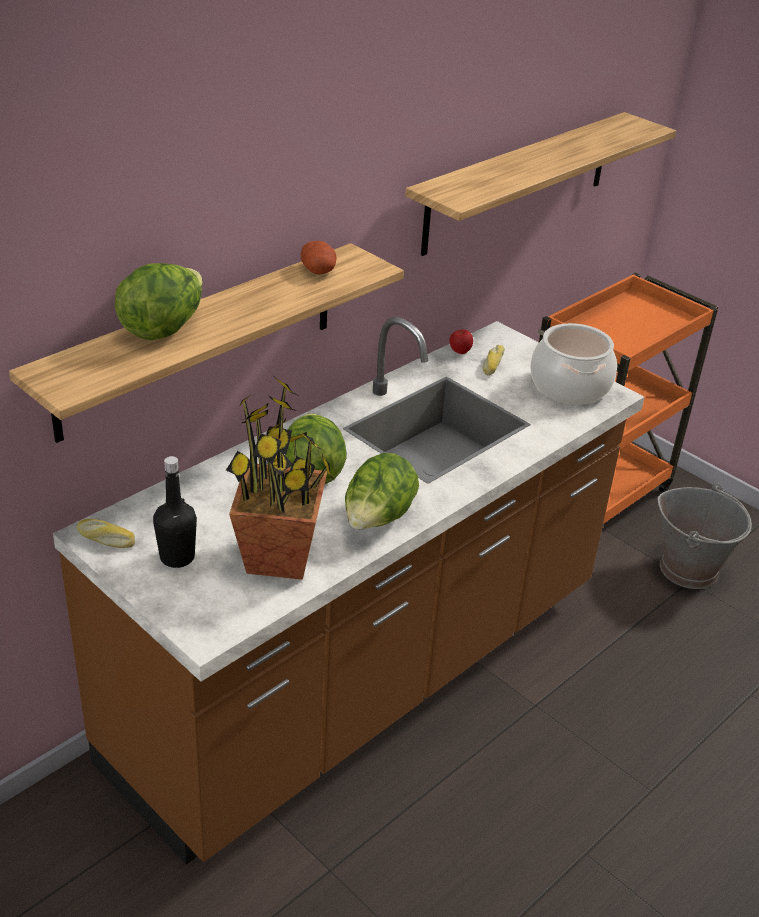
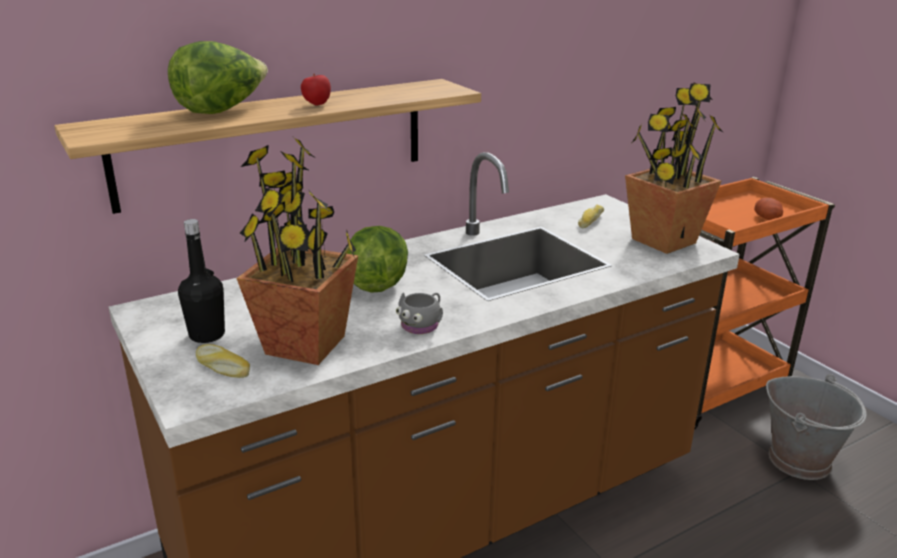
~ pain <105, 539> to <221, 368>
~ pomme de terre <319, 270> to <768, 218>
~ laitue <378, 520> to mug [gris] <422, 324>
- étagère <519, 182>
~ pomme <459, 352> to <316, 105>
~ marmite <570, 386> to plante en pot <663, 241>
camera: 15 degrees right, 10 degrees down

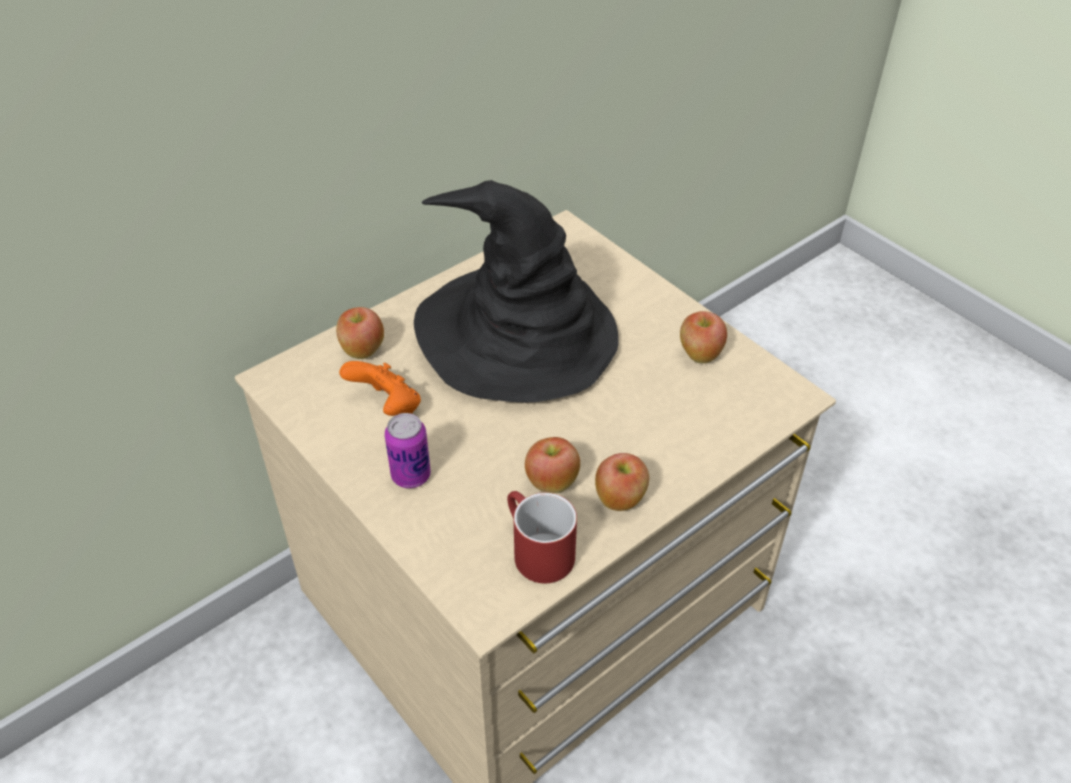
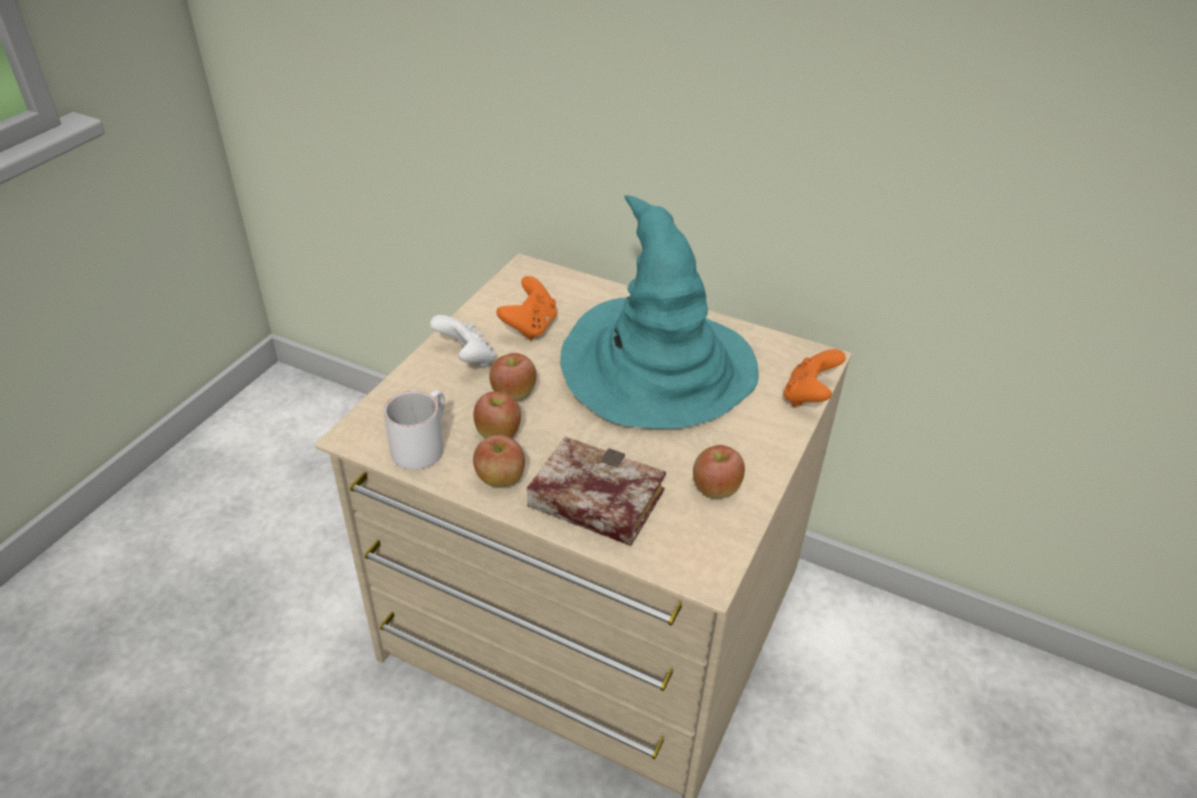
~ pomme <362, 350> to <513, 394>
~ boîte métallique <411, 475> to manette [blanc] <467, 359>
~ chapeau [noir] <517, 334> to chapeau [turquoise] <658, 369>
~ mug [rouge] <534, 551> to mug [blanc] <422, 444>
+ livre <590, 500>
+ manette [orange] <808, 396>
camera: 65 degrees right, 5 degrees down

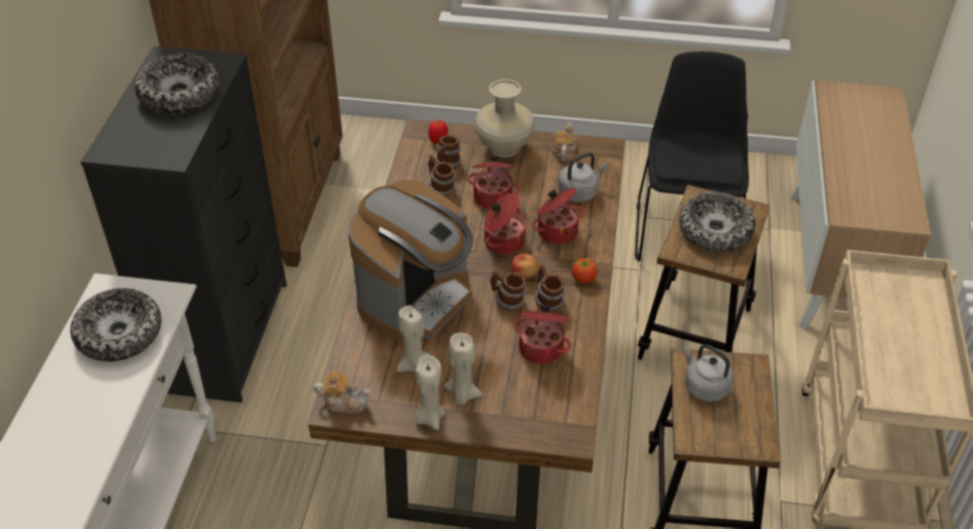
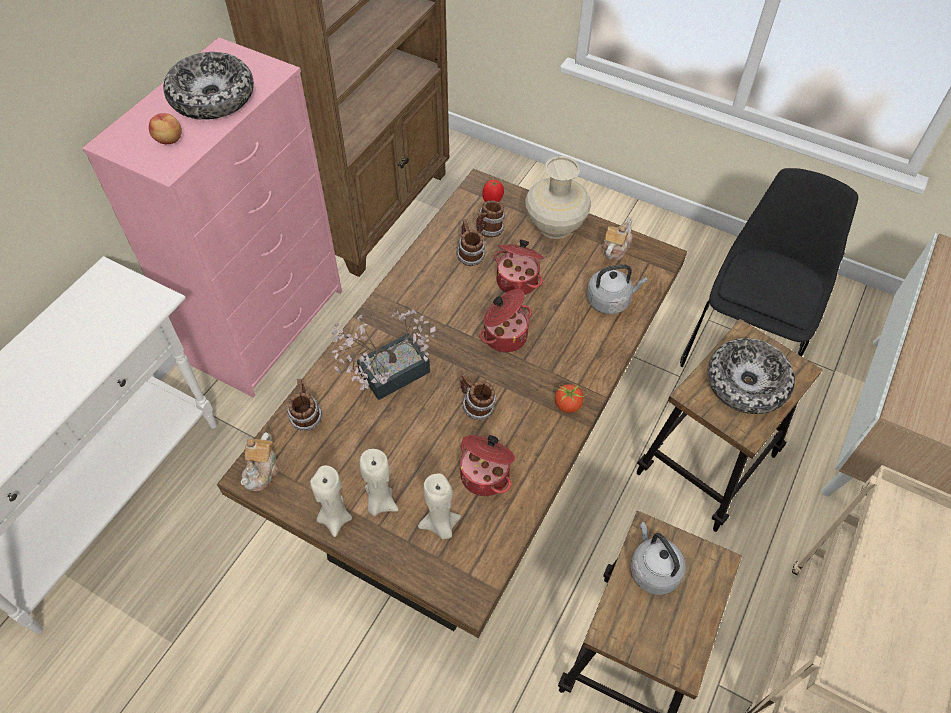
- bol <119, 334>
~ commode [noir] <225, 334> to commode [rose] <268, 325>
~ théière <344, 402> = <262, 471> 75 degrees clockwise
~ machine à café <416, 299> to plante en pot <386, 375>
~ bougie [beige] <414, 366> to <440, 526>
~ pomme <524, 276> to <169, 140>
- marmite <556, 231>
~ mug <547, 301> to <306, 417>
camera: 20 degrees right, 10 degrees up

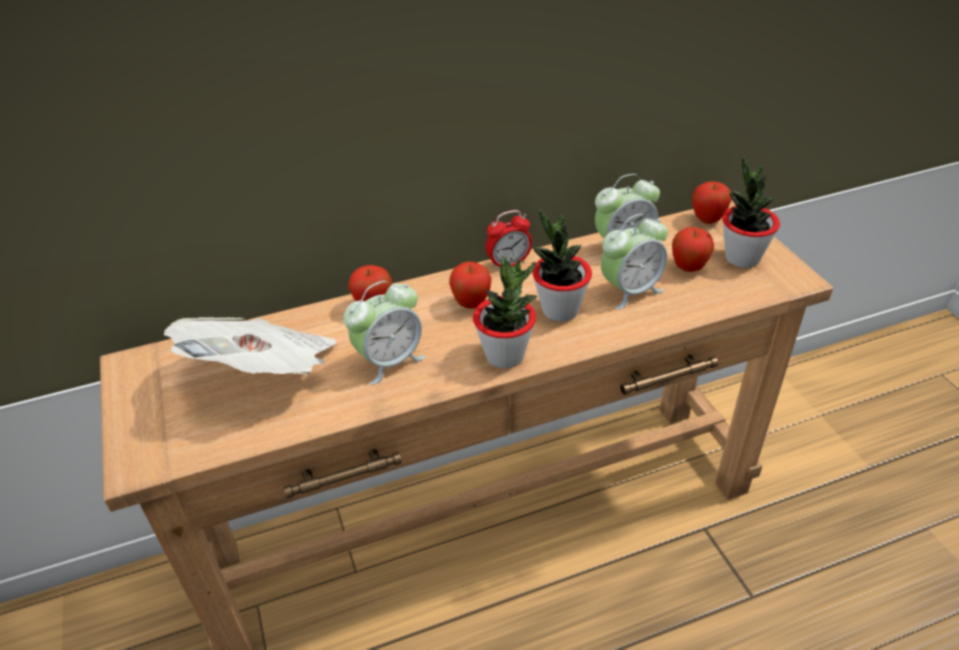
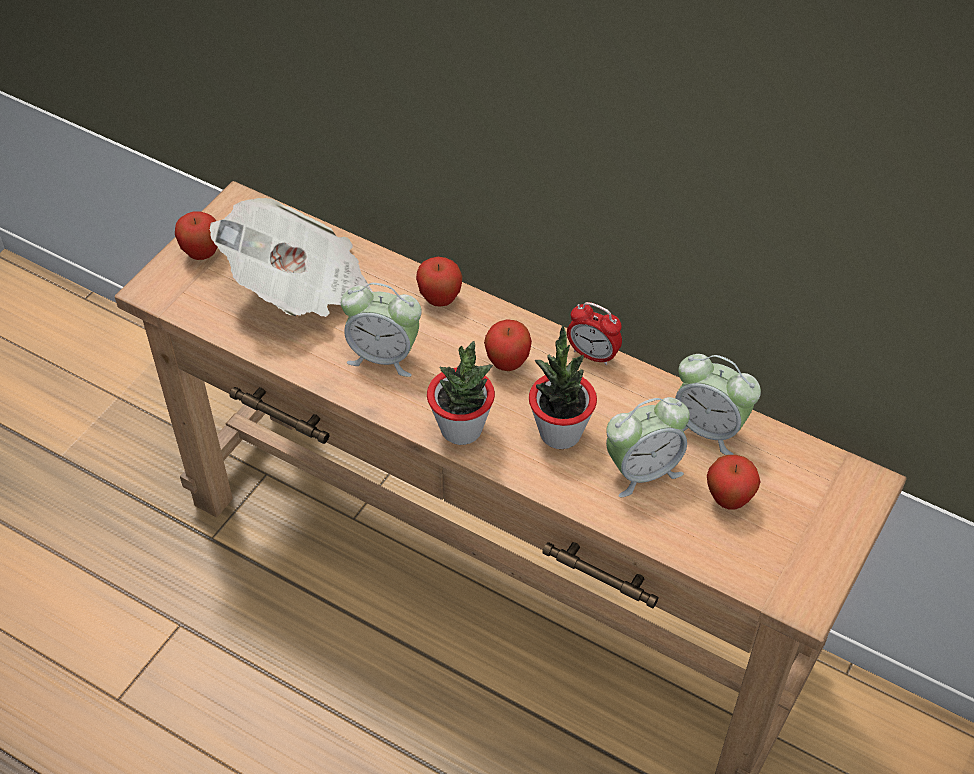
~ réveil <630, 291> = <642, 471> 45 degrees counterclockwise
~ pomme <707, 220> to <202, 253>
- plante en pot <741, 258>
camera: 50 degrees right, 10 degrees up

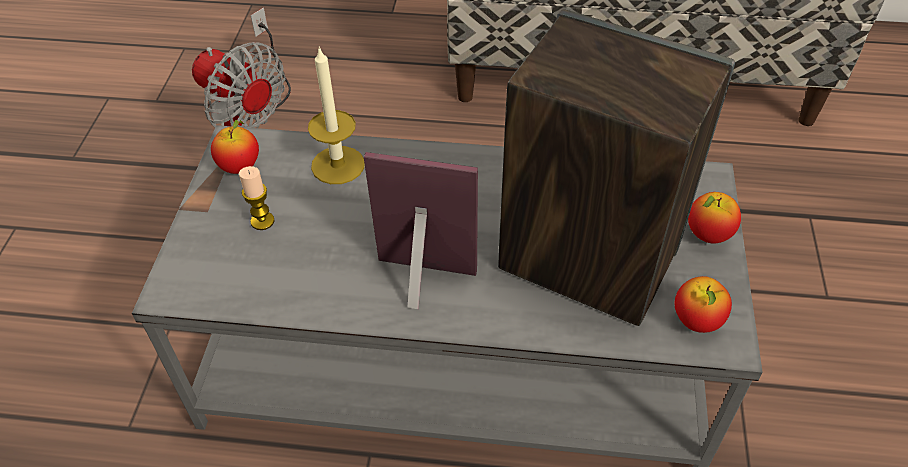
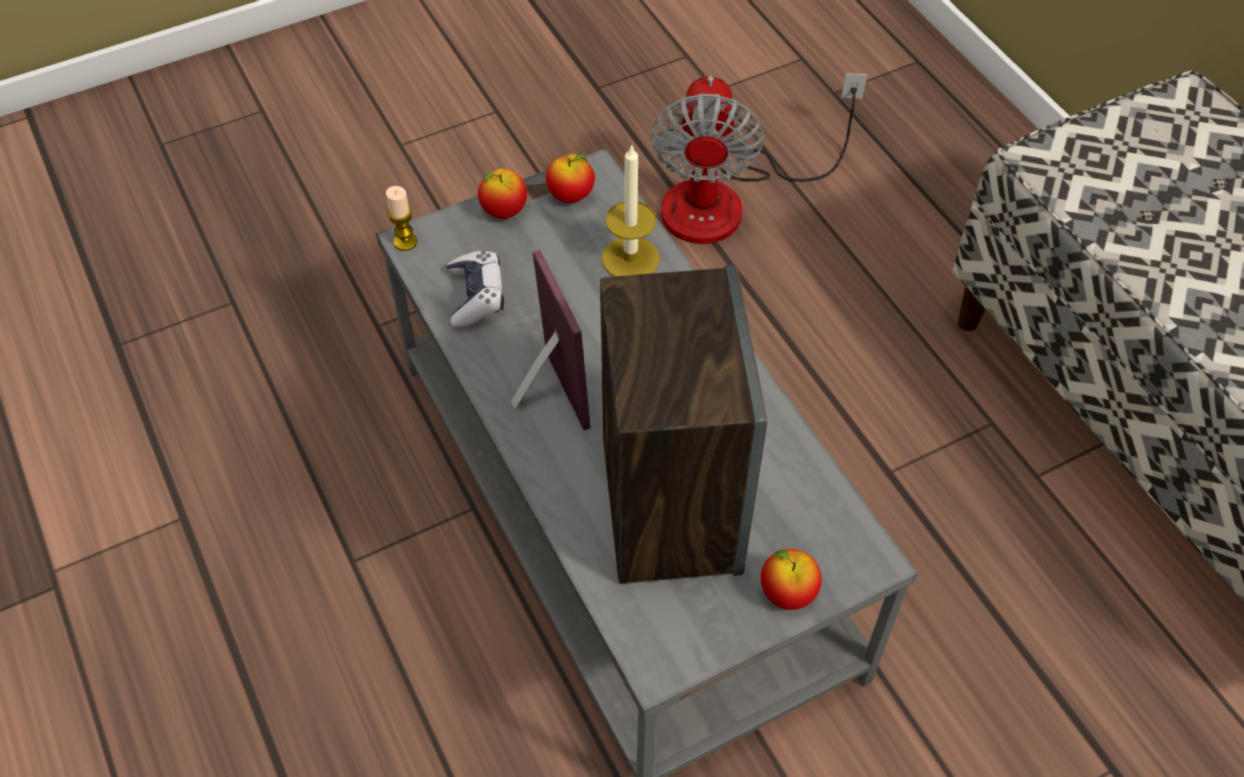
~ bougie <262, 221> to <405, 242>
~ pomme <696, 321> to <504, 211>
+ manette <476, 296>
camera: 55 degrees right, 5 degrees up

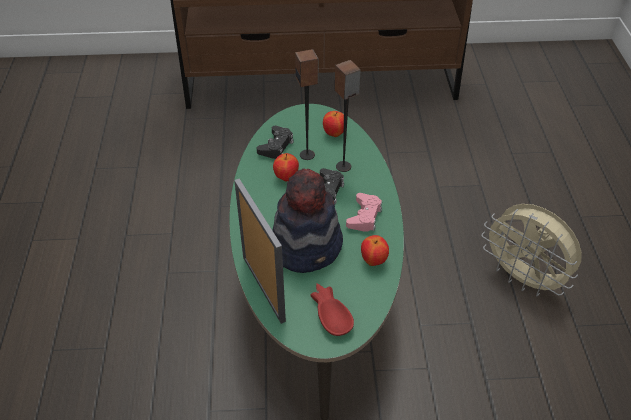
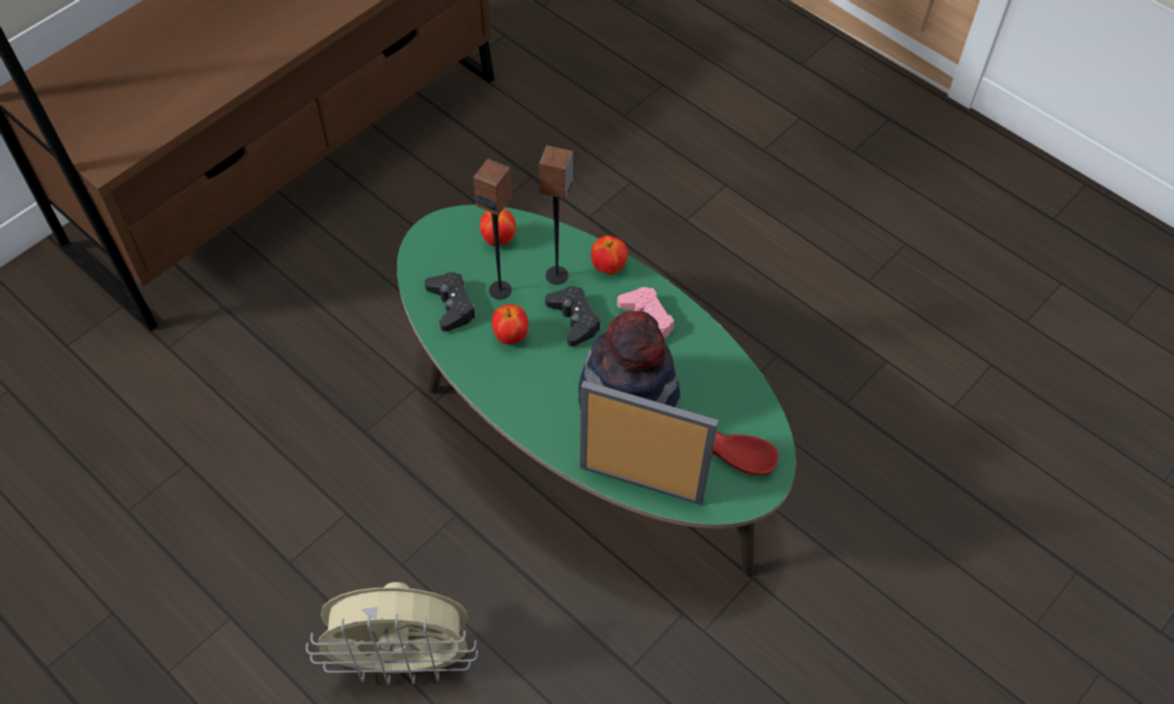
~ pomme <373, 261> to <608, 267>
~ ventilateur [beige] <523, 279> to <403, 660>
camera: 45 degrees left, 10 degrees up

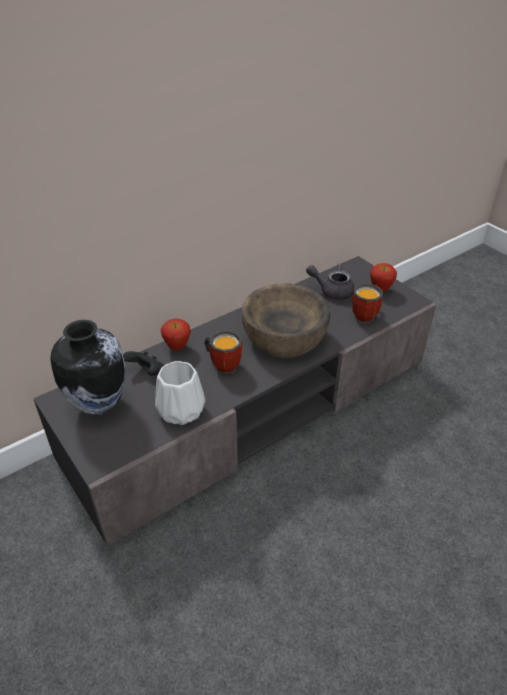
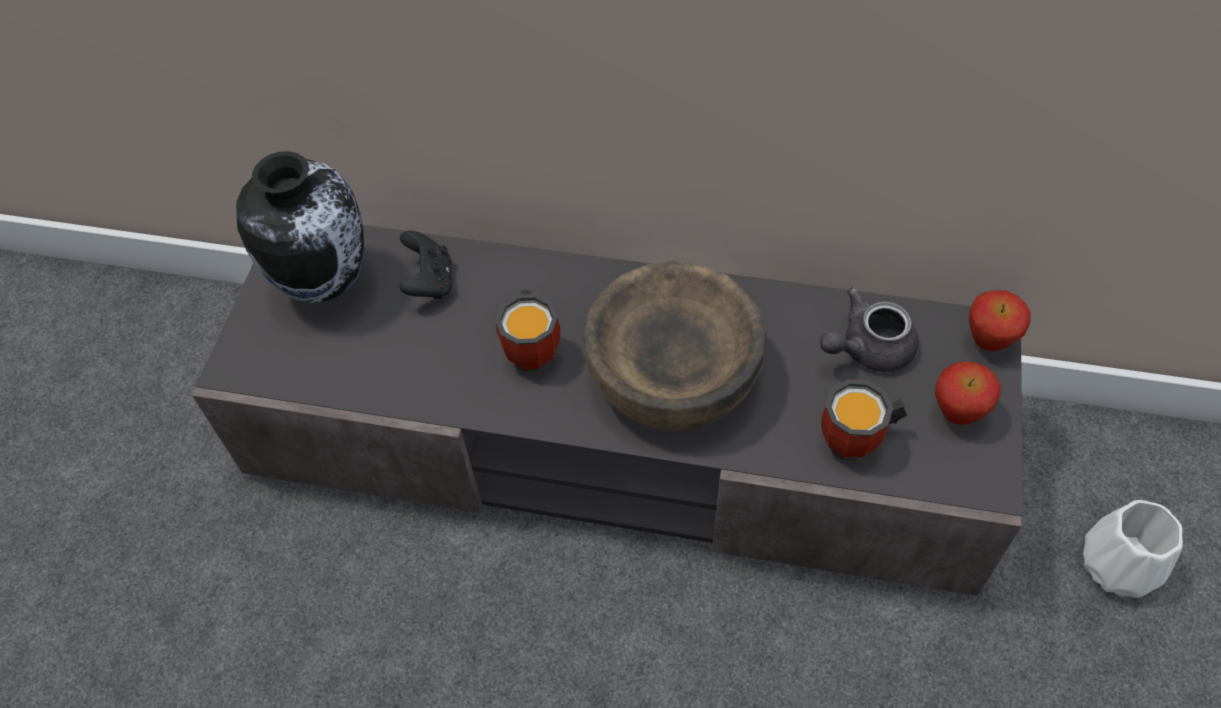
~ vase [blanc] <181, 410> to <1120, 564>
~ pomme <177, 347> to <988, 341>
~ théière [gris] <332, 290> = <867, 348> 90 degrees counterclockwise
camera: 50 degrees right, 15 degrees up

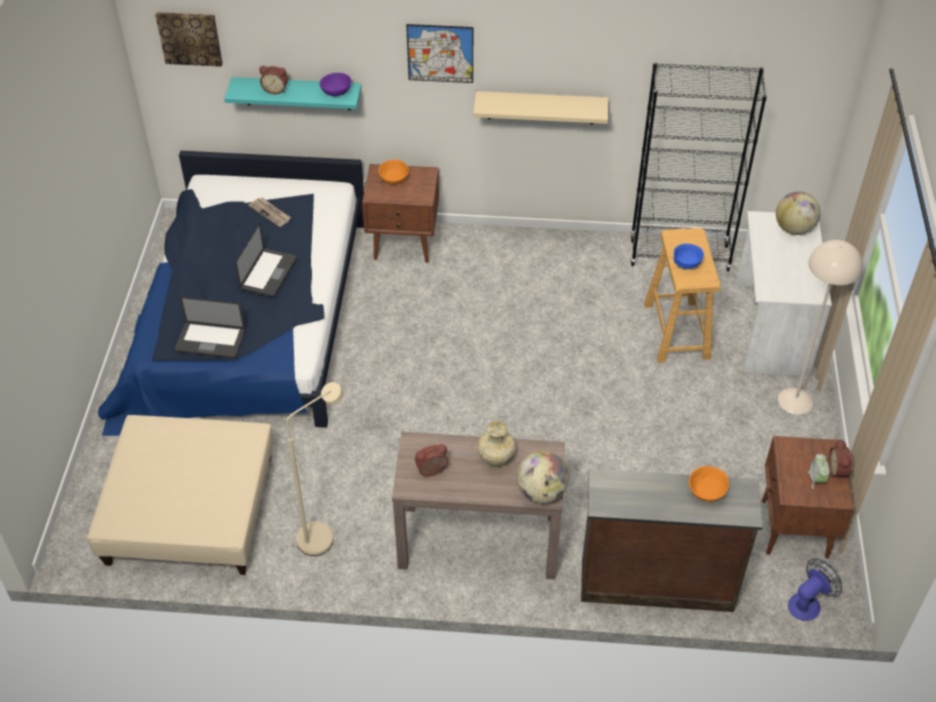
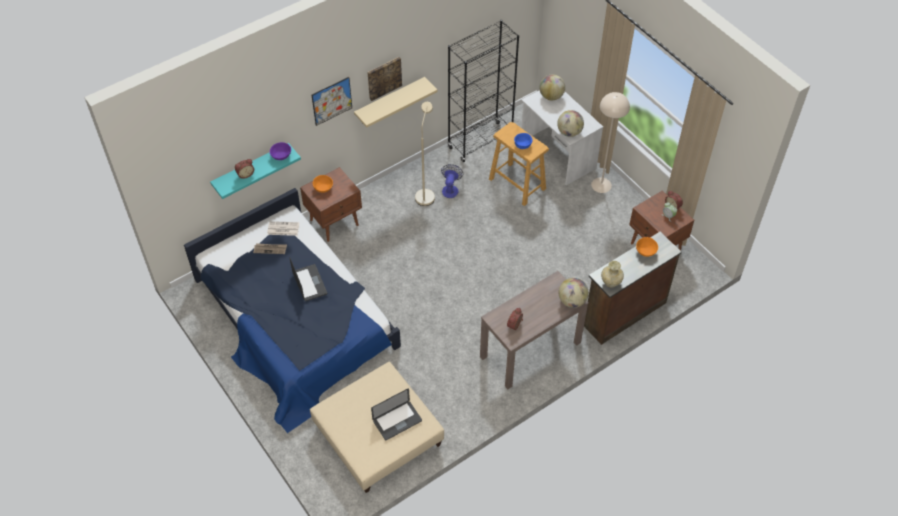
~ tableau <190, 38> to <384, 78>
~ ordinateur portable <210, 341> to <397, 421>
~ lampadaire [beige] <323, 534> to <425, 194>
~ vase [beige] <496, 459> to <611, 282>
~ ventilateur <808, 603> to <450, 189>
+ journal <282, 229>
+ globe <569, 132>
camera: 40 degrees left, 5 degrees up

